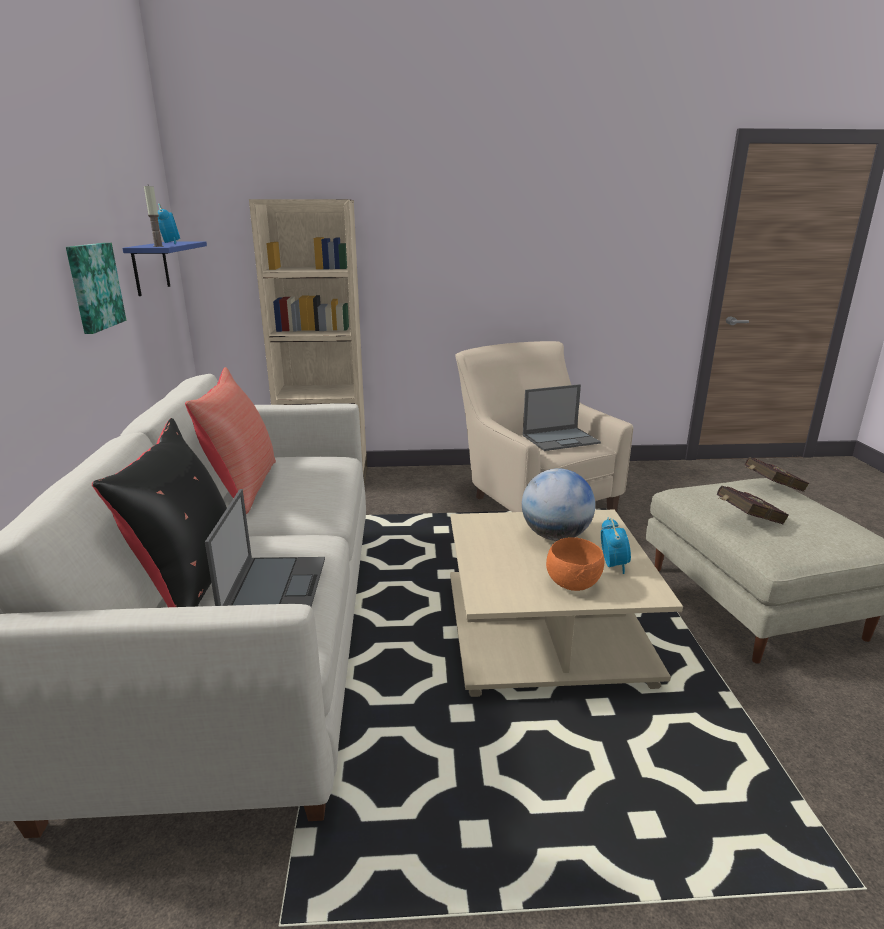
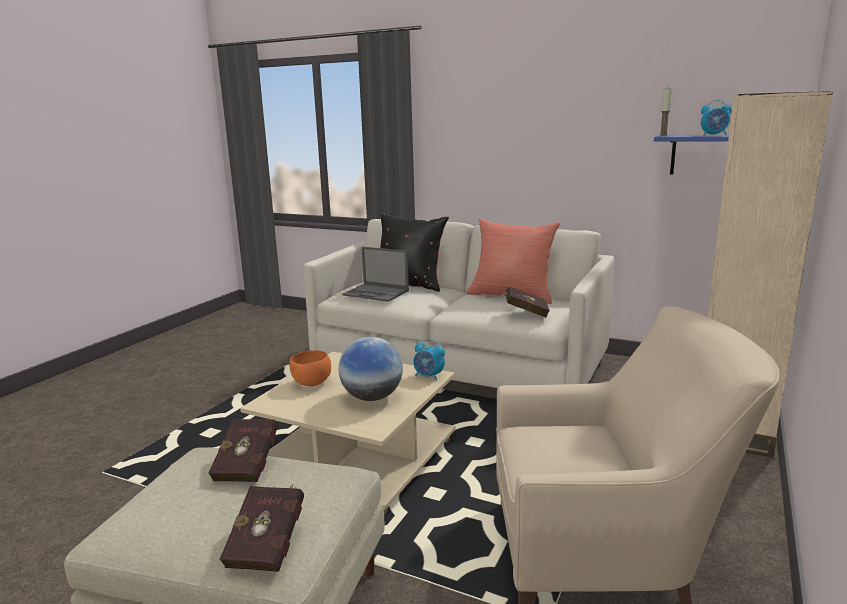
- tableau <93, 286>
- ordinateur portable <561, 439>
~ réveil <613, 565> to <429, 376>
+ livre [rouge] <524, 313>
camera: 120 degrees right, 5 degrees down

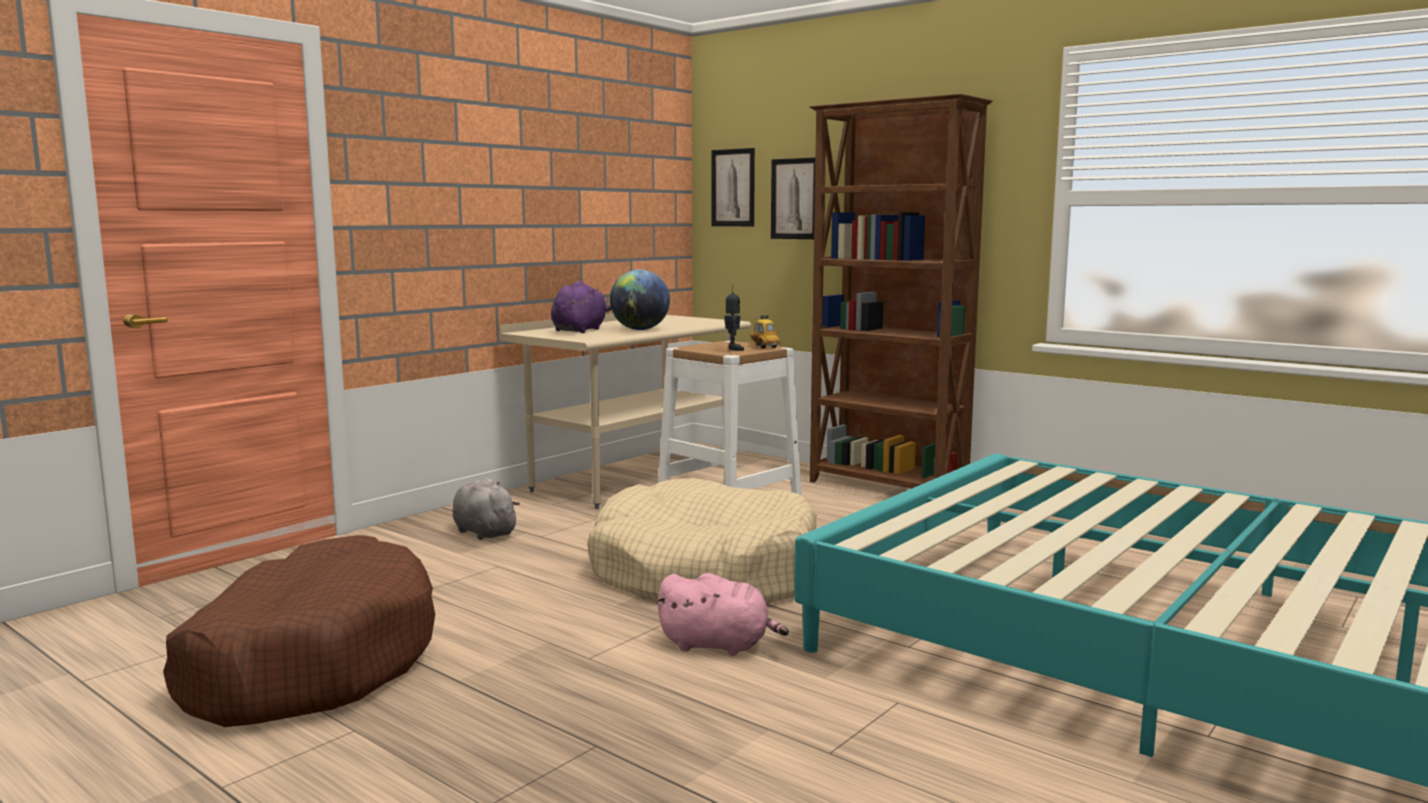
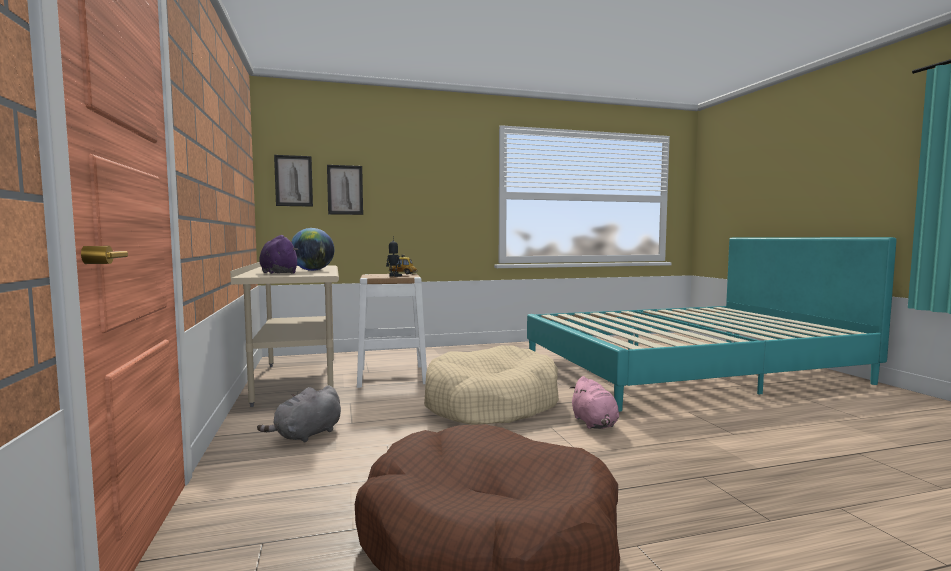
~ peluche [gris] <483, 532> = <306, 435> 45 degrees counterclockwise
~ peluche [rose] <718, 645> = <594, 424> 120 degrees clockwise
- bibliothèque [marron] <887, 488>
camera: 55 degrees left, 5 degrees down

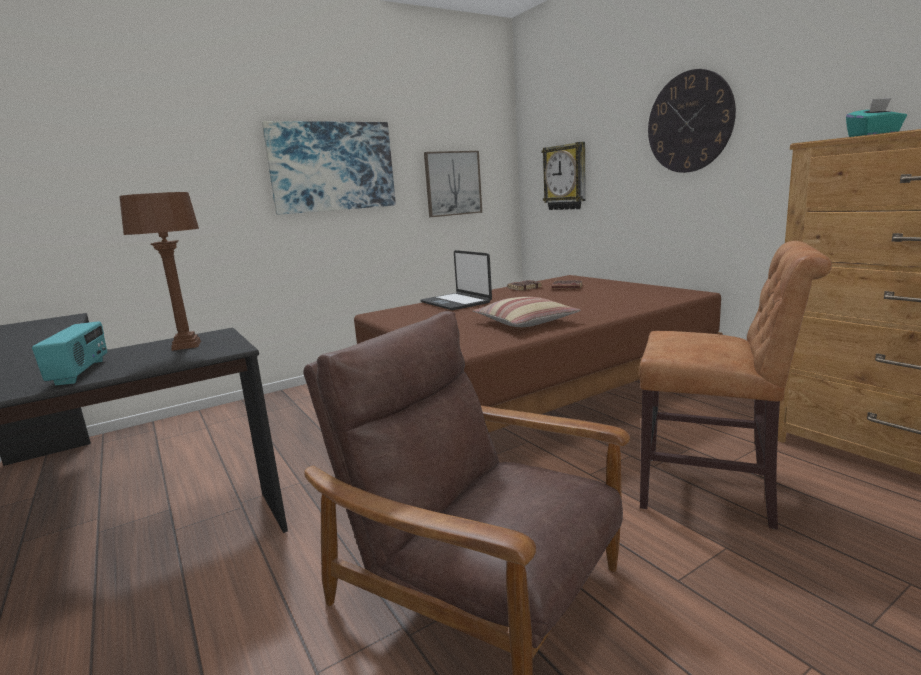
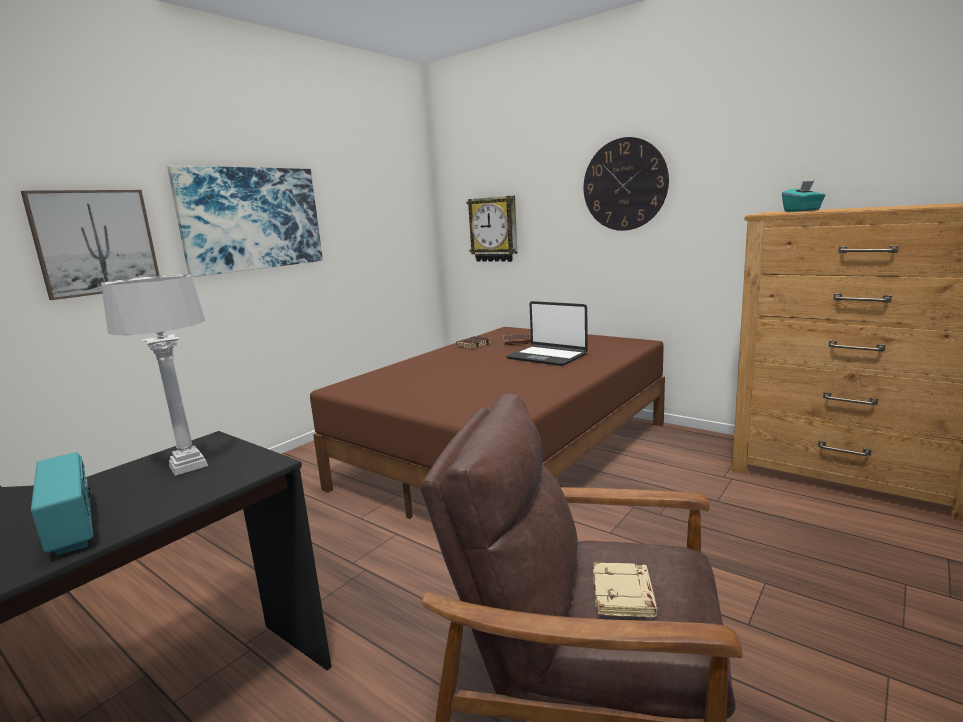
~ lampe de table [marron] <186, 345> to lampe de table [gris] <188, 465>
~ ordinateur portable <456, 302> to <547, 356>
~ tableau <453, 183> to <95, 242>
- coussin <525, 322>
- chaise [marron] <714, 492>
+ livre [beige] <624, 595>
camera: 20 degrees left, 0 degrees up

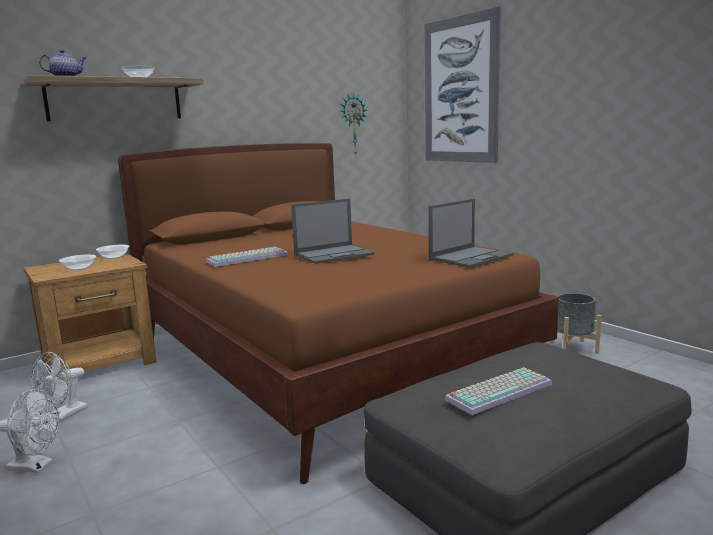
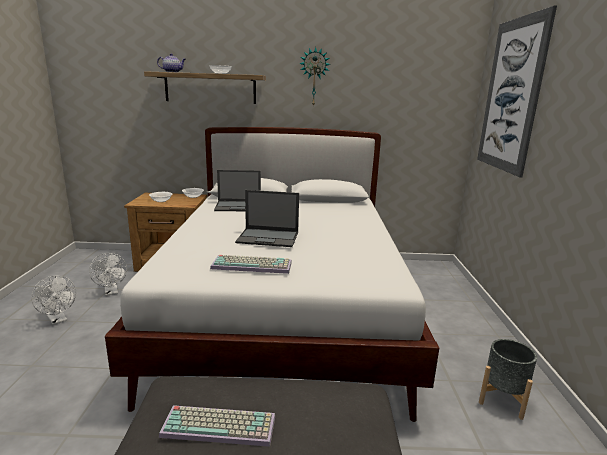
~ ventilateur [blanc] <64, 415> = <111, 292> 90 degrees counterclockwise
~ lit [marron] <323, 358> to lit [blanc] <284, 312>
~ clavier <247, 258> to <253, 265>
~ horloge murale <352, 124> to <314, 77>
~ ordinateur portable <471, 257> to <239, 206>
camera: 35 degrees right, 5 degrees up

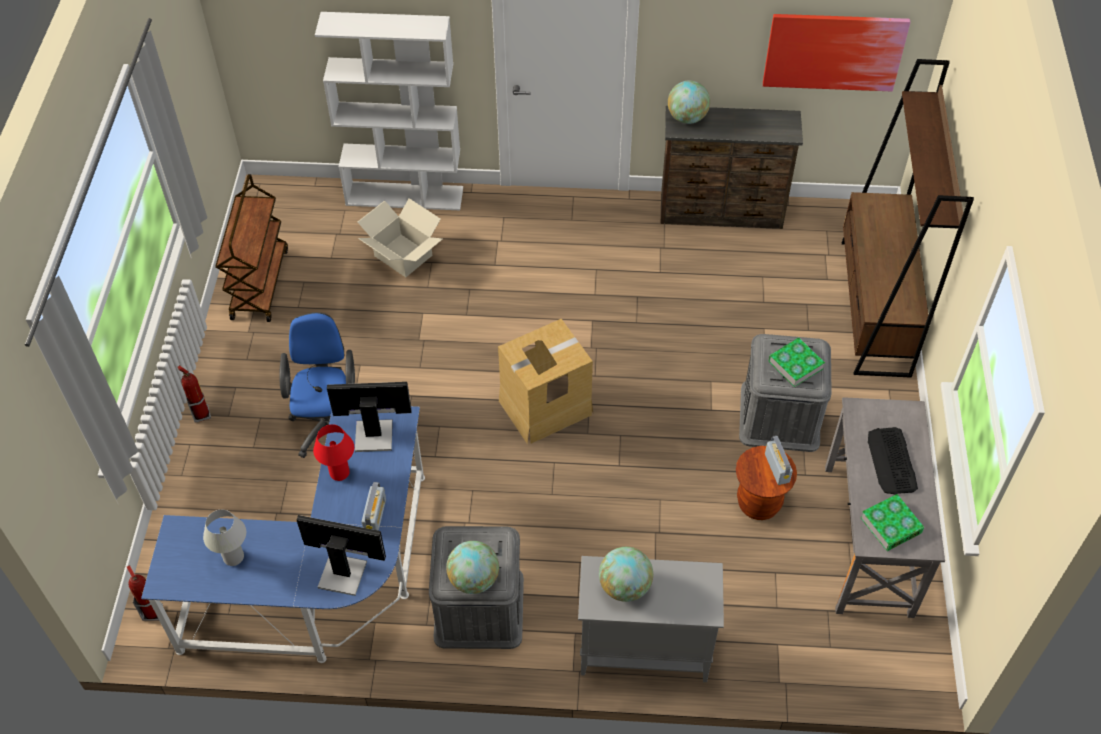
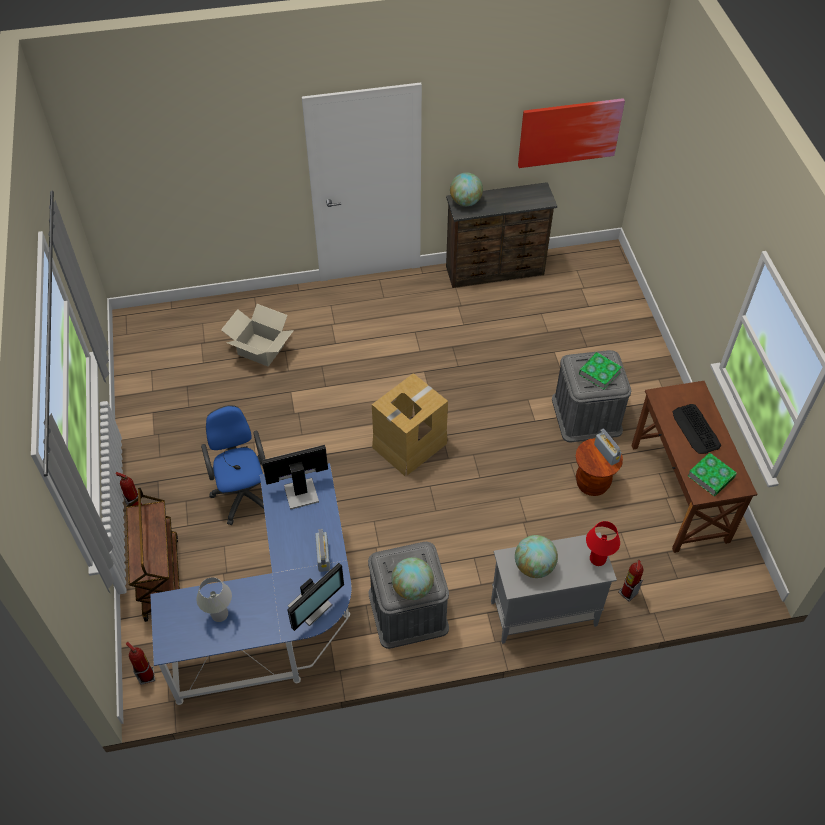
~ chariot [marron] <259, 283> to <161, 577>
~ écran d'ordinateur <342, 572> = <312, 606> 135 degrees clockwise
~ lampe de table [rouge] <339, 473> to <597, 559>
- bibliothèque [blanc] <405, 196>
~ bureau [gris] <868, 539> to bureau [marron] <679, 492>
- bibliothèque [marron] <874, 307>
+ extincteur <627, 593>
camera: 15 degrees left, 0 degrees up

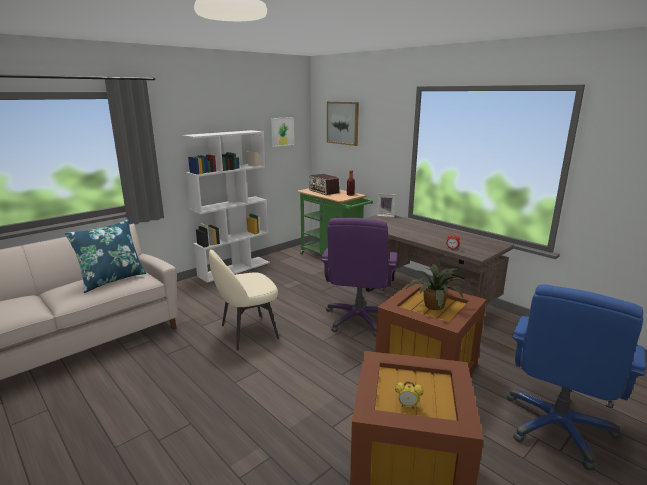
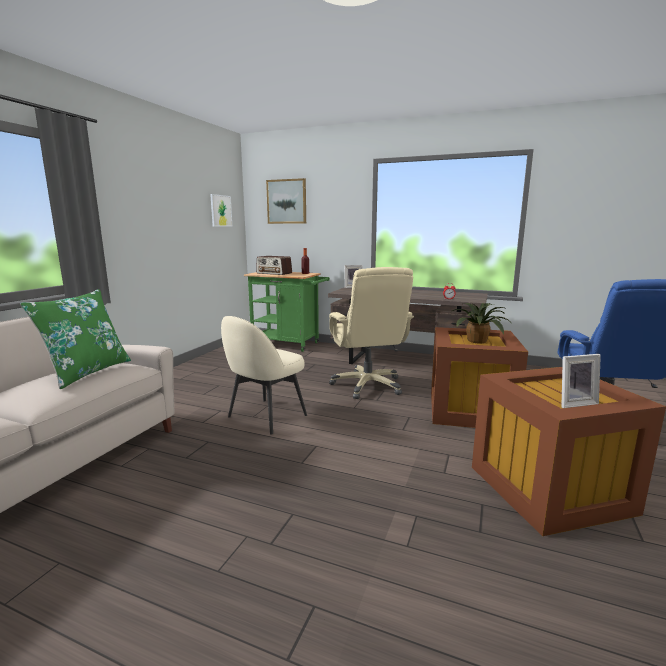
~ coussin [bleu] <112, 280> to coussin [vert] <87, 372>
- bibliothèque [blanc] <234, 269>
~ chaise de bureau [violet] <358, 319> to chaise de bureau [beige] <368, 385>
~ réveil <407, 406> to cadre photo <574, 403>
camera: 25 degrees left, 5 degrees down

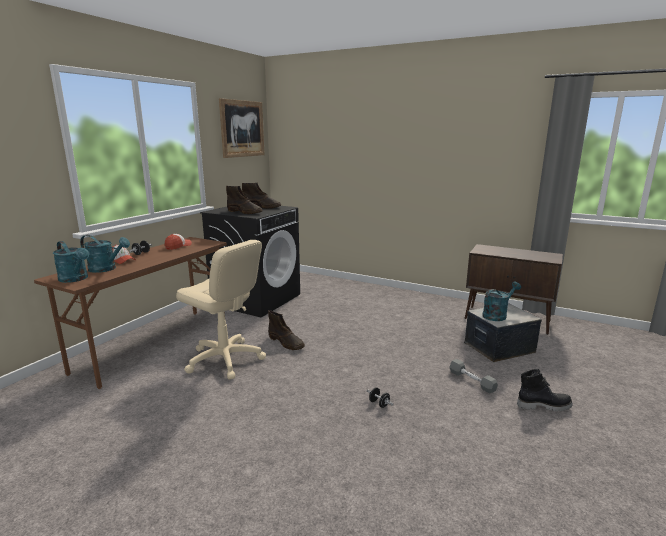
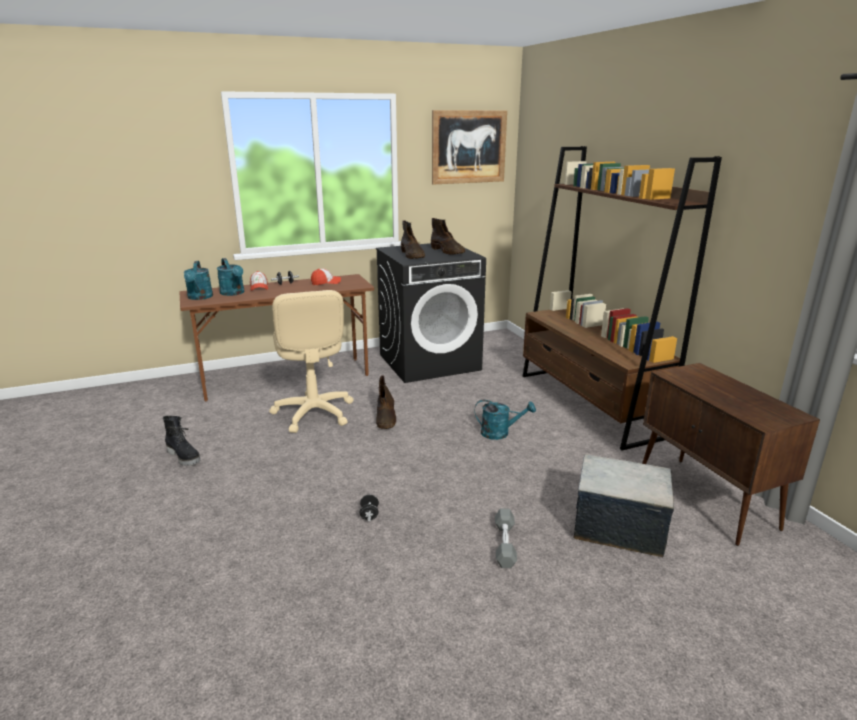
~ arrosoir [turquoise] <497, 315> to <500, 433>
~ botte [noir] <543, 405> to <184, 456>
+ bibliothèque [marron] <589, 404>
camera: 40 degrees right, 5 degrees up

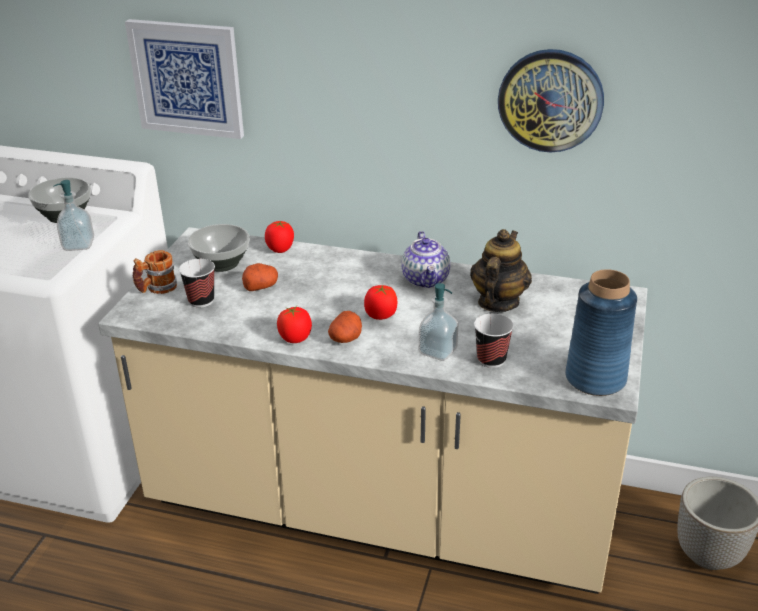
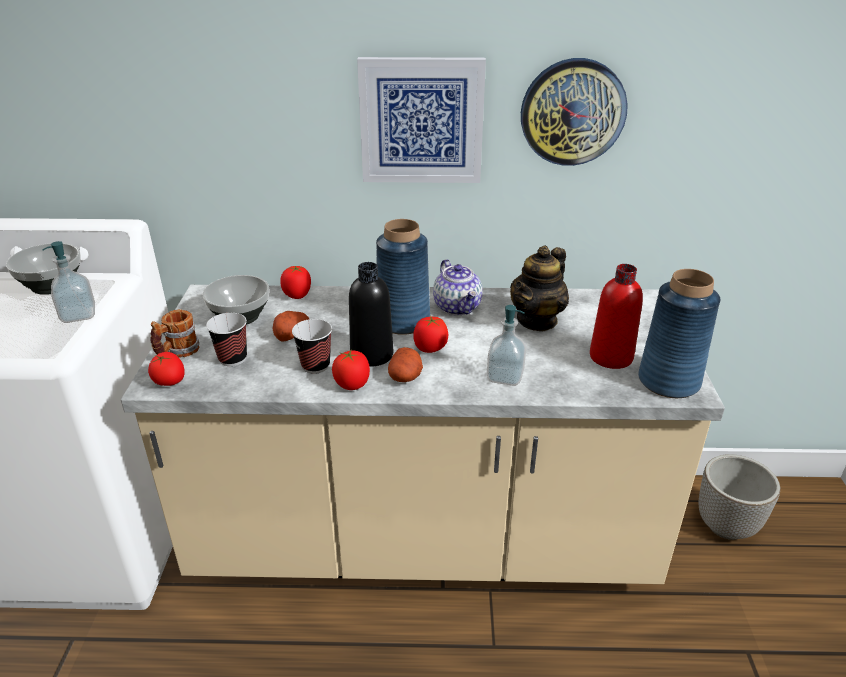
~ tableau <187, 78> to <421, 121>
~ théière <498, 302> = <537, 320> 150 degrees counterclockwise
~ tasse <491, 360> to <315, 365>
+ tomate <169, 381>
+ bouteille [noir] <372, 355>
+ vase [bleu] <403, 321>
+ bouteille [rouge] <611, 357>
camera: 15 degrees left, 0 degrees up

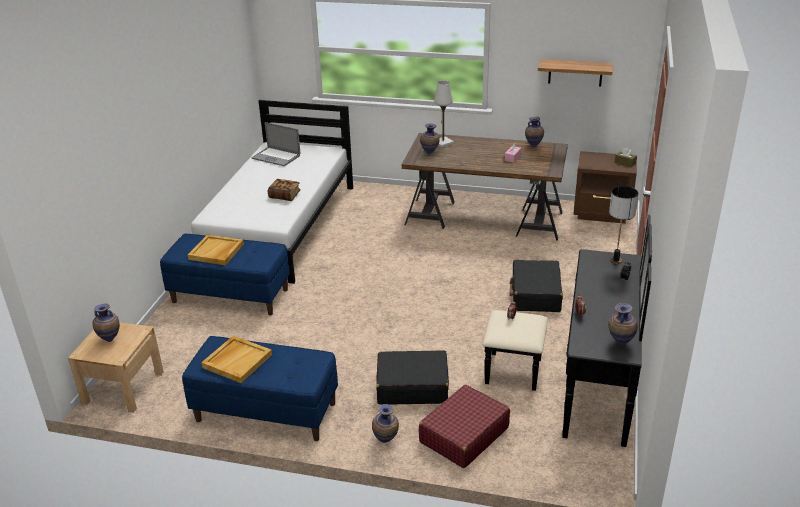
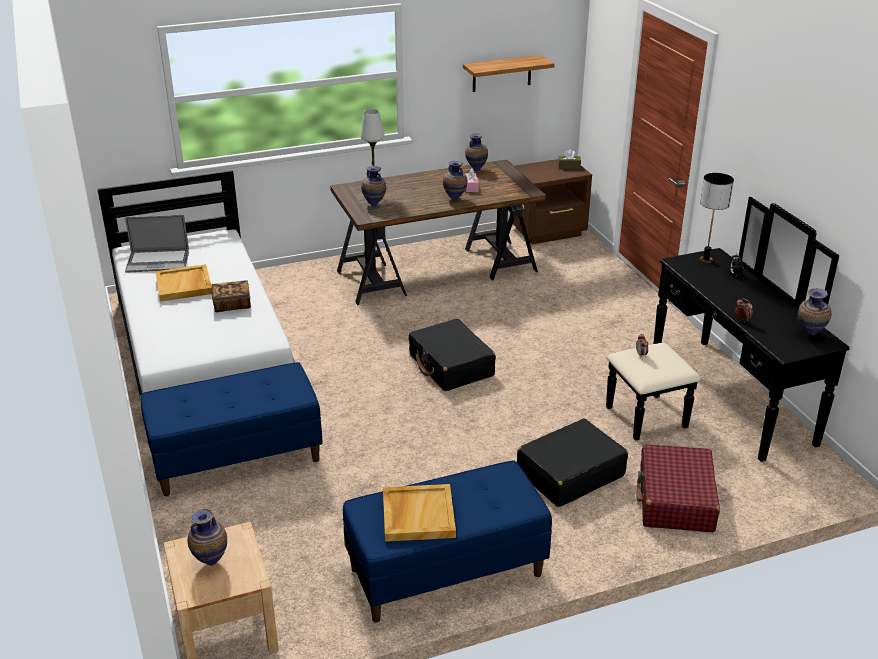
~ plateau [beige] <216, 252> to <184, 285>
~ vase <386, 441> to <455, 199>
~ valise [noir] <535, 294> to <451, 365>
camera: 35 degrees left, 0 degrees up

